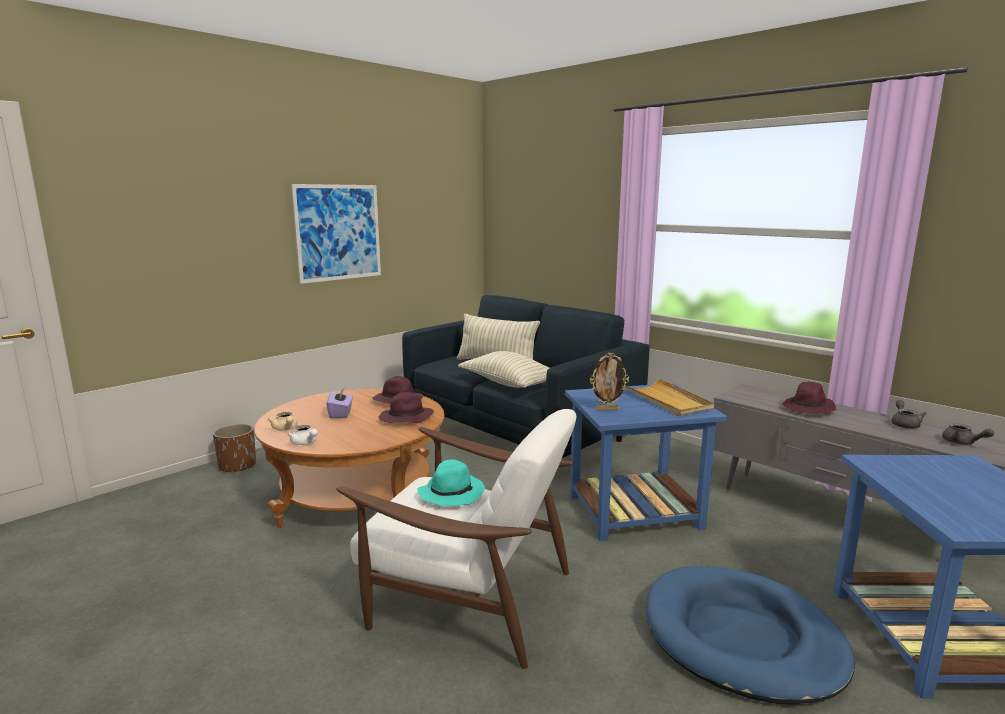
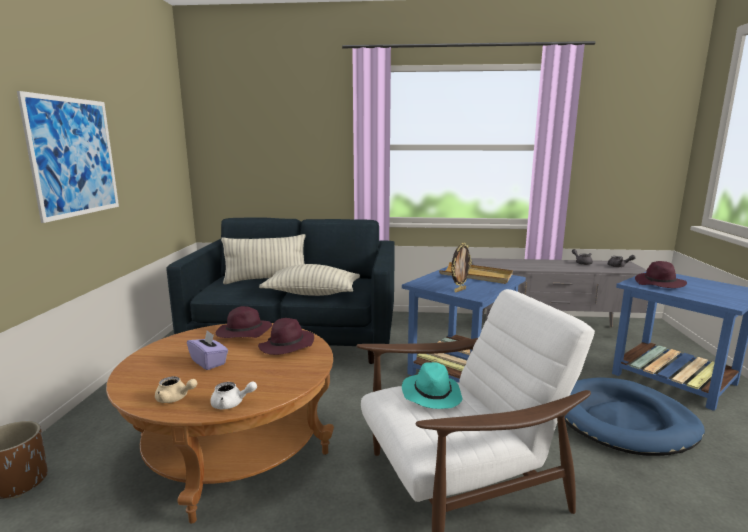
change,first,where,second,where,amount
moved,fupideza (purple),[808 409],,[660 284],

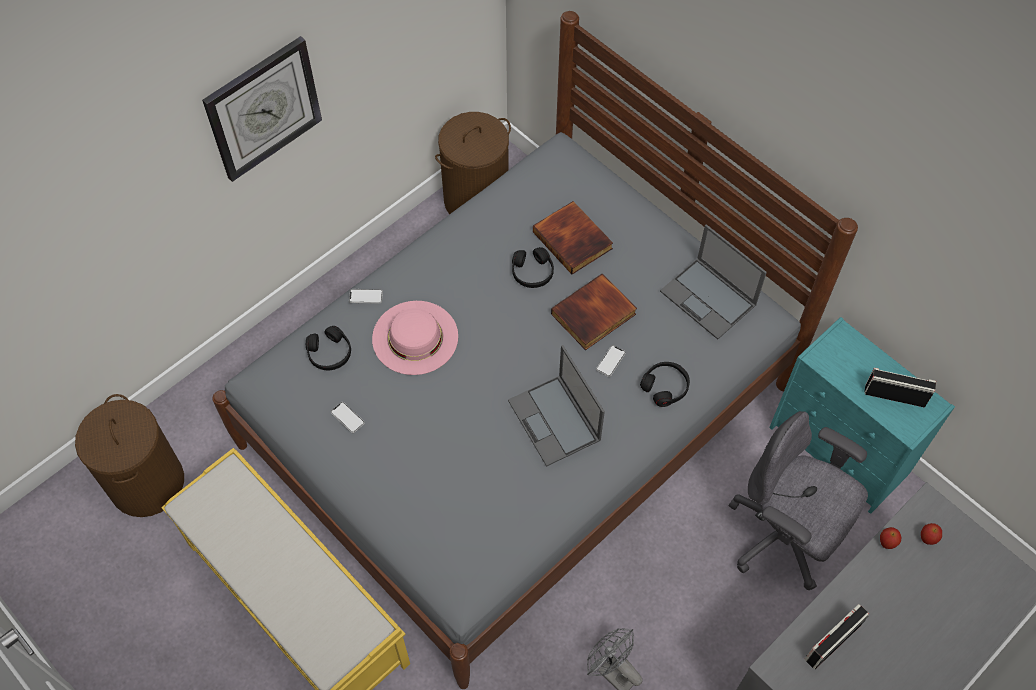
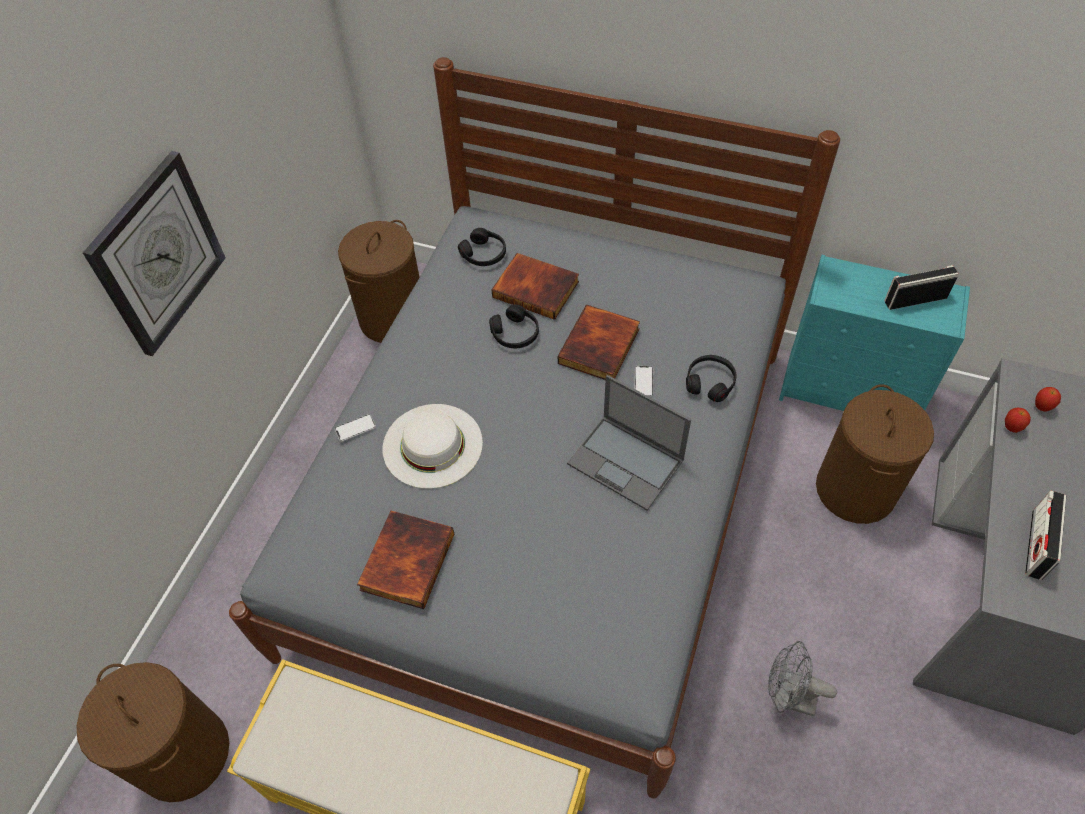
change,first,where,second,where,amount
replaced,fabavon,[347 417],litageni,[406 560],
recoloured,fupideza (pink),[415 337],fupideza (white),[432 445],
moved,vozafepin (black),[329 353],,[484 254],
replaced,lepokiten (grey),[784 536],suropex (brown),[855 489],
removed,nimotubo,[709 299],,,

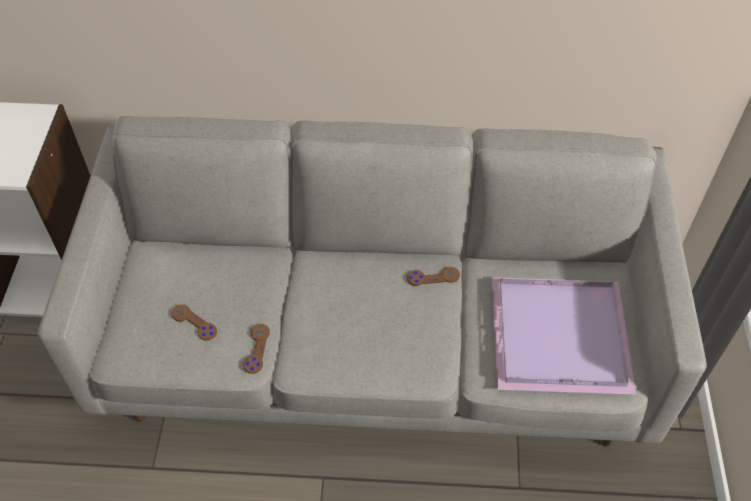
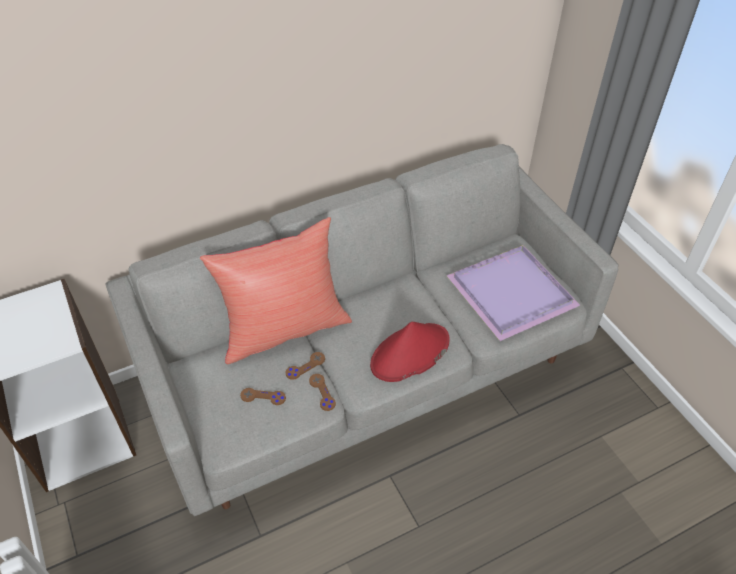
change,first,where,second,where,amount
added,,,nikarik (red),[284 329],
moved,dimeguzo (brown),[433 277],,[305 366],
added,,,fupideza (red),[410 353],

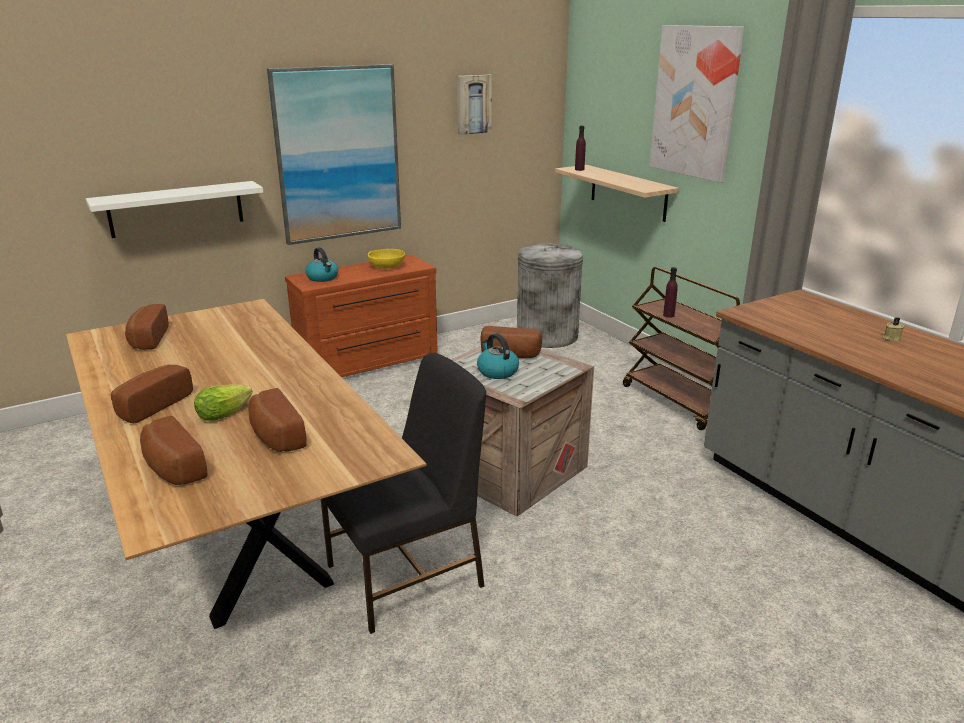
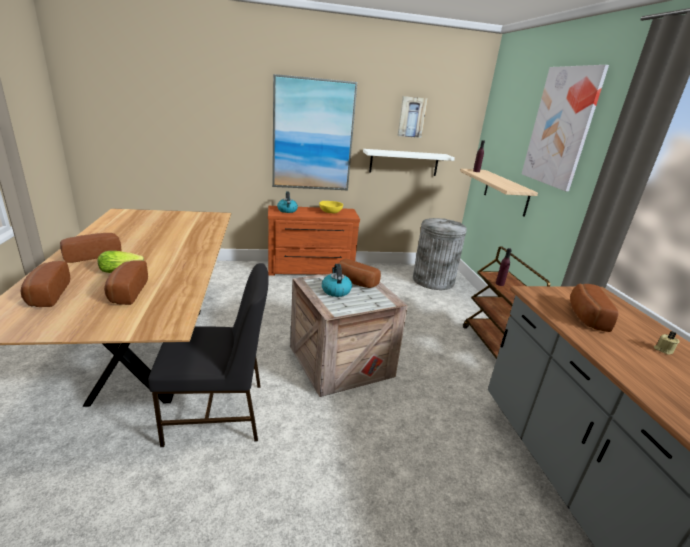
change,first,where,second,where,amount
moved,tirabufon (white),[176 209],,[404 162],
moved,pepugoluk,[147 339],,[584 316],

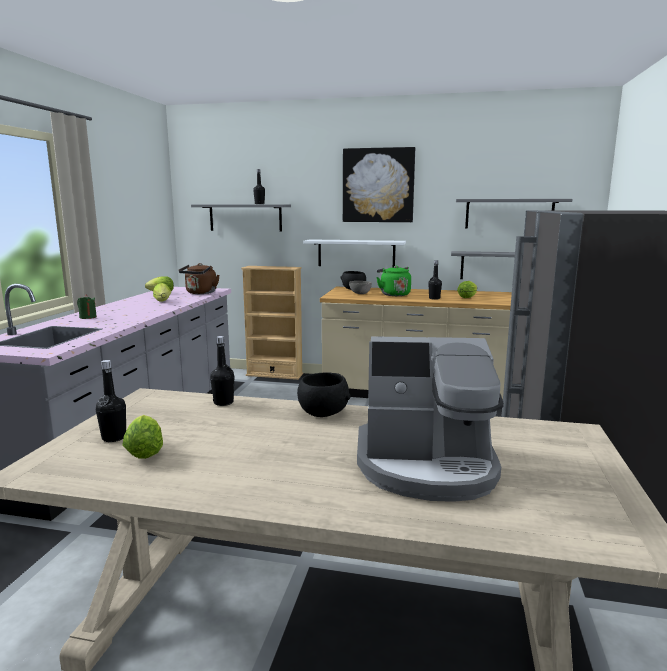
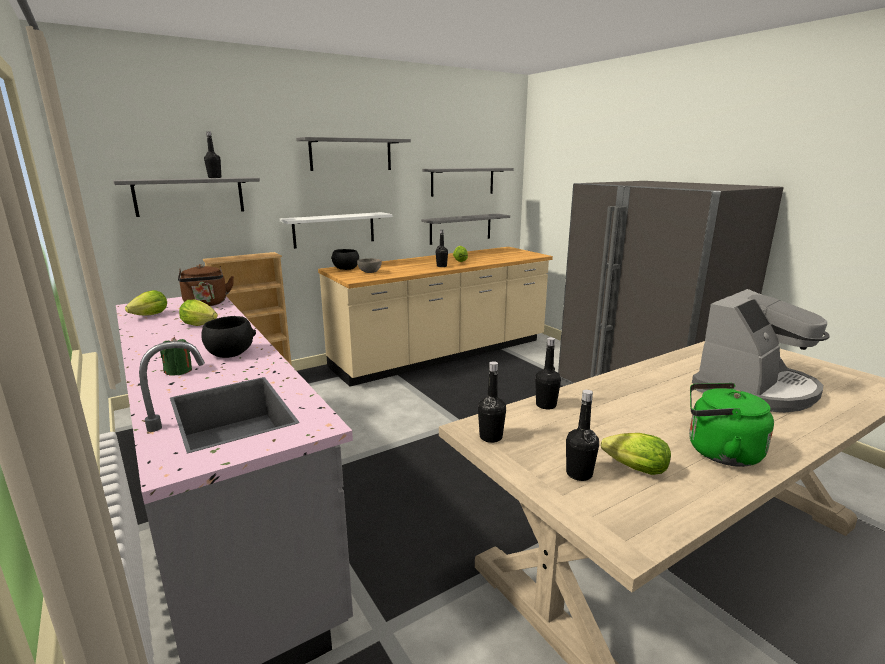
change,first,where,second,where,amount
moved,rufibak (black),[323 412],,[230 353],
replaced,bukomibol,[378 185],tirabufon (grey),[351 154],
added,,,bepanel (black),[491 437],
moved,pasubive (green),[394 294],,[718 452],

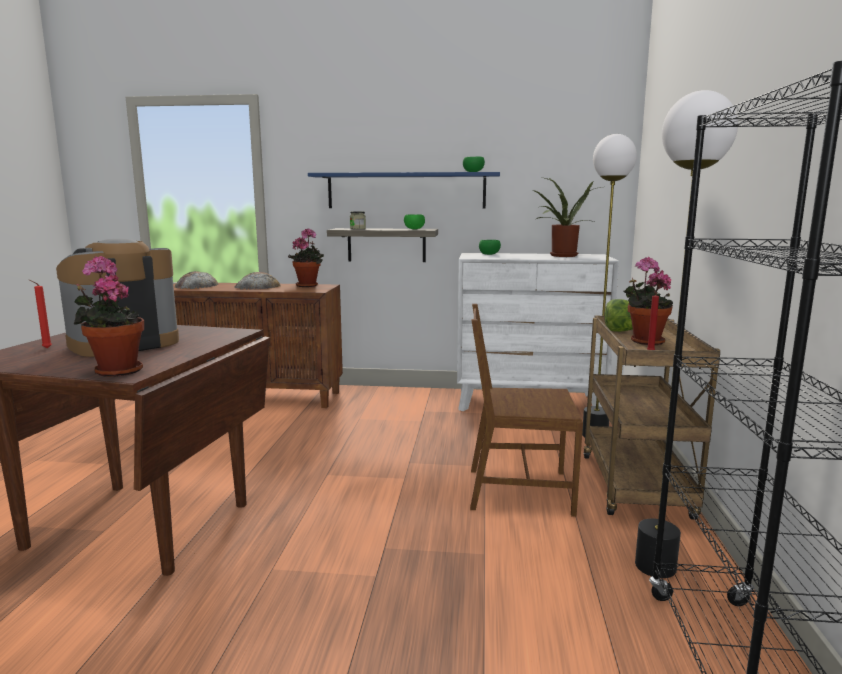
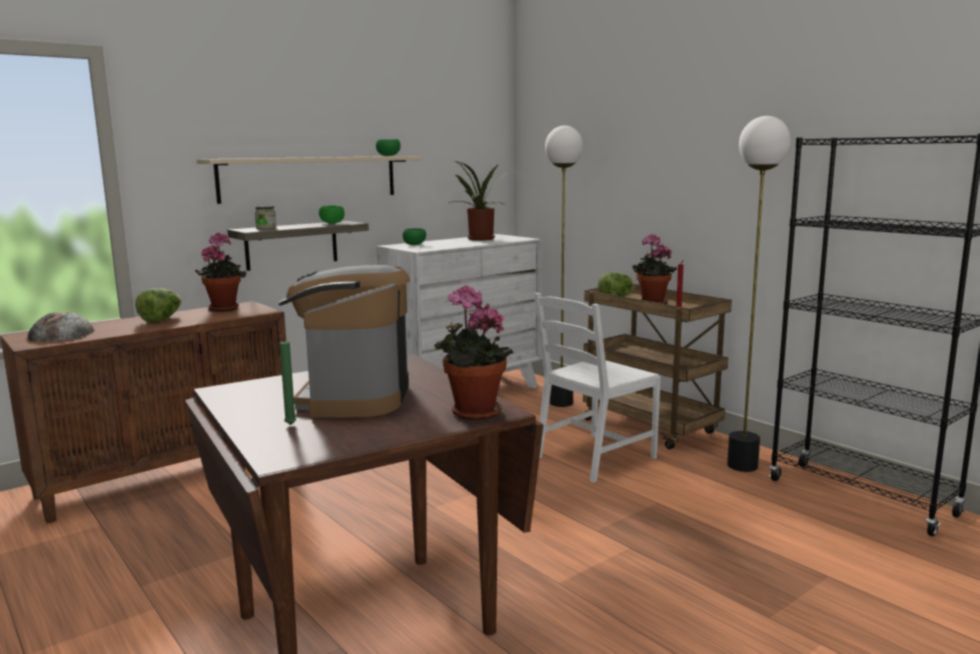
change,first,where,second,where,amount
replaced,pepugoluk,[258 286],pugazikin,[161 319],
recoloured,tirabufon (blue),[406 191],tirabufon (beige),[310 178],
recoloured,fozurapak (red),[45 348],fozurapak (green),[289 425],
recoloured,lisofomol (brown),[518 491],lisofomol (white),[594 457],

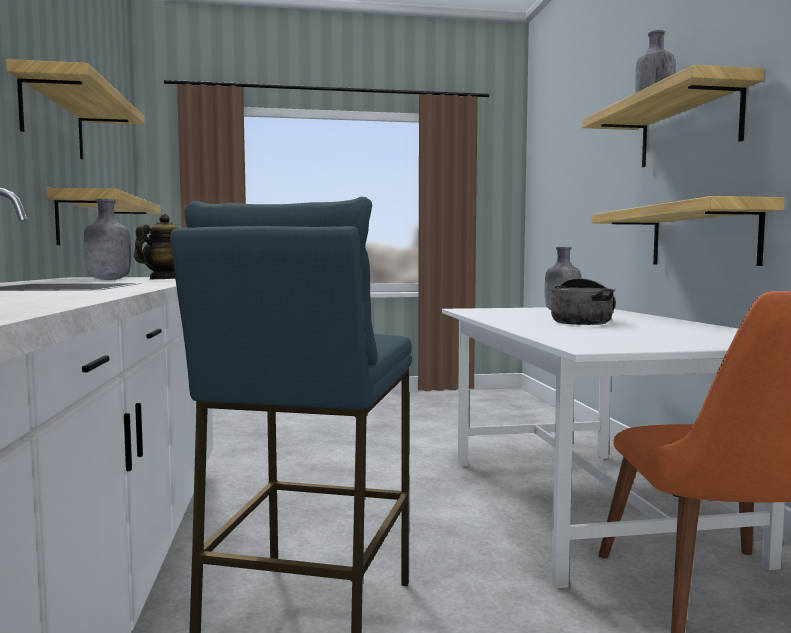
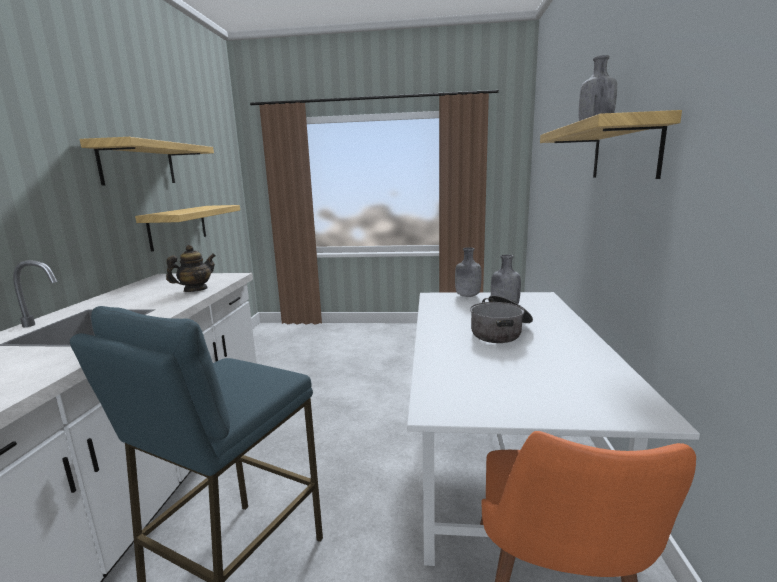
change,first,where,second,where,amount
moved,bepanel (grey),[108 280],,[467 296],
removed,tirabufon,[702 236],,,

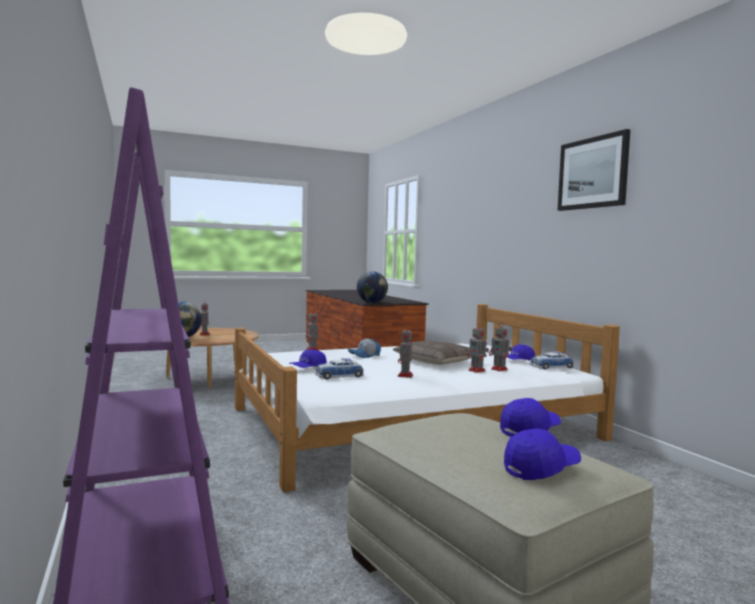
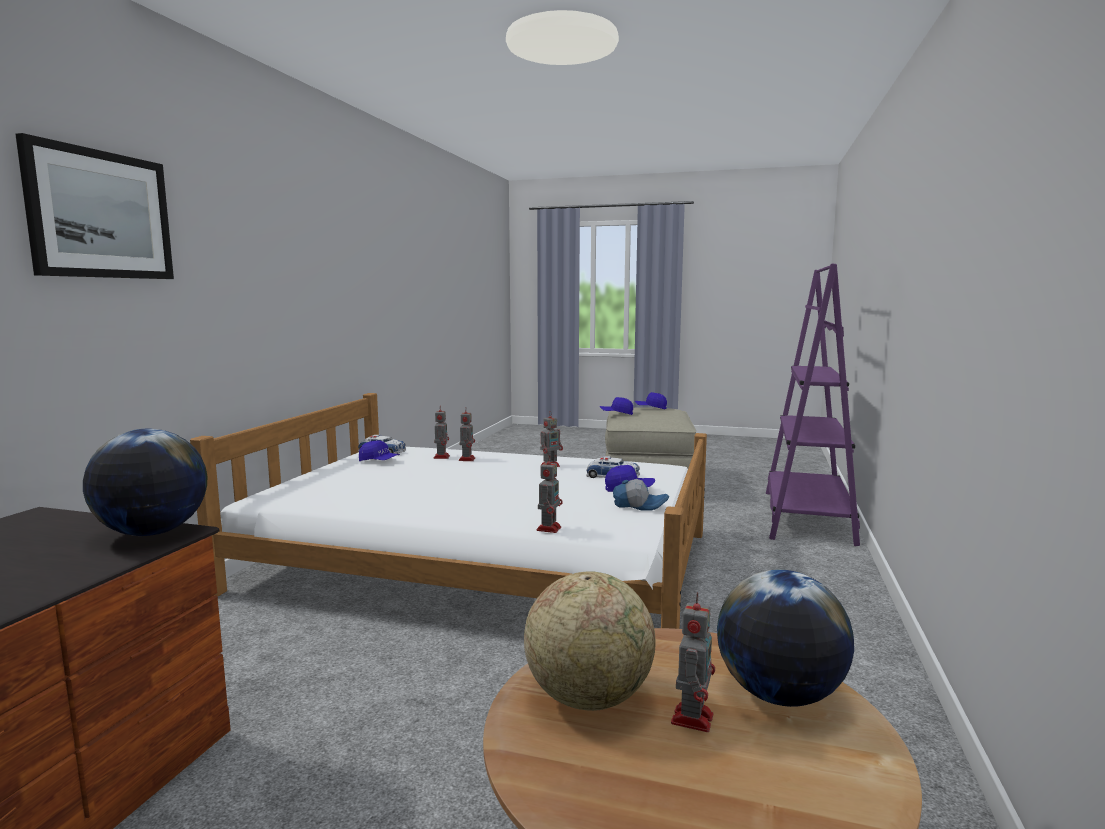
change,first,where,second,where,amount
moved,bukomibol,[592 173],,[100 215],
added,,,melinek,[589 697],
moved,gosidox,[365 356],,[640 505],
removed,nikarik,[438 361],,,

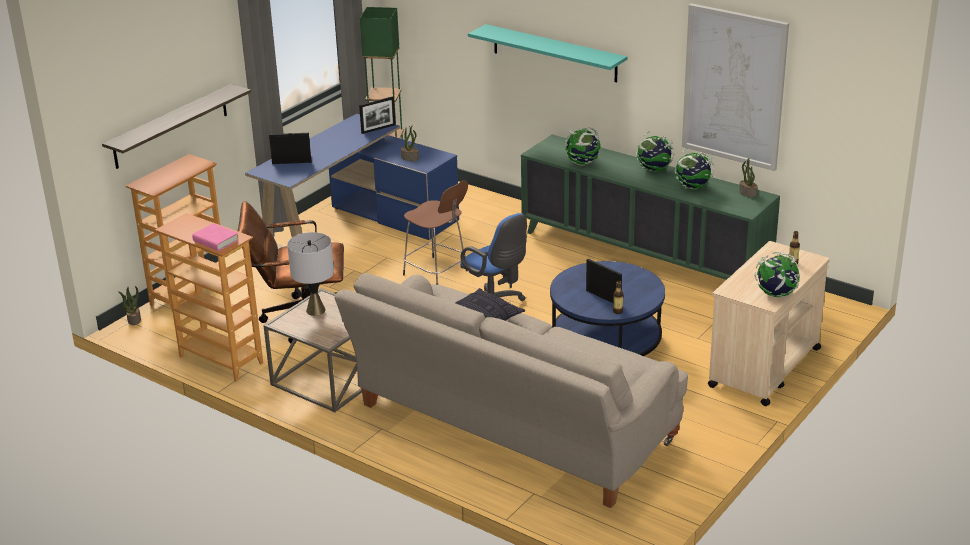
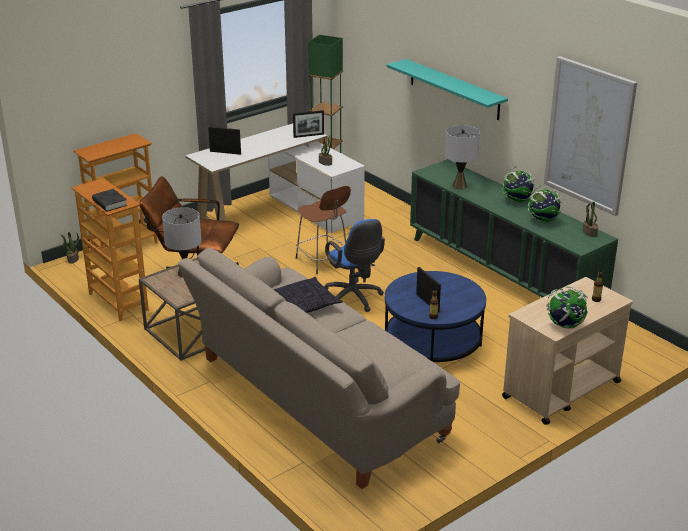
change,first,where,second,where,amount
recoloured,litageni (pink),[216 241],litageni (black),[110 203],
recoloured,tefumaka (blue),[356 226],tefumaka (white),[280 213],
replaced,melinek,[582 163],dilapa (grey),[459 186],
removed,tirabufon,[171 126],,,

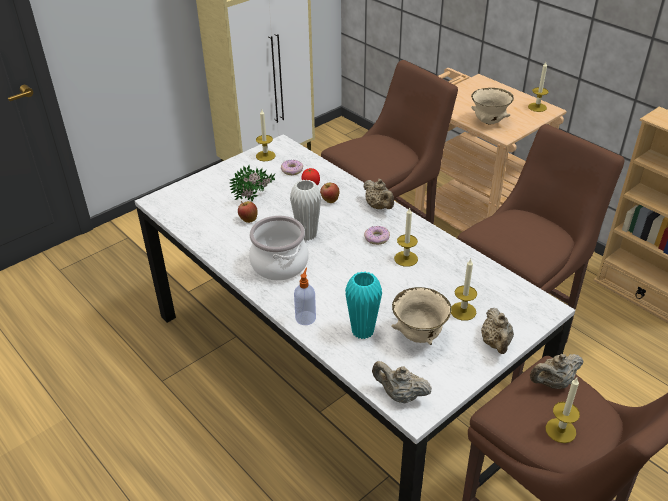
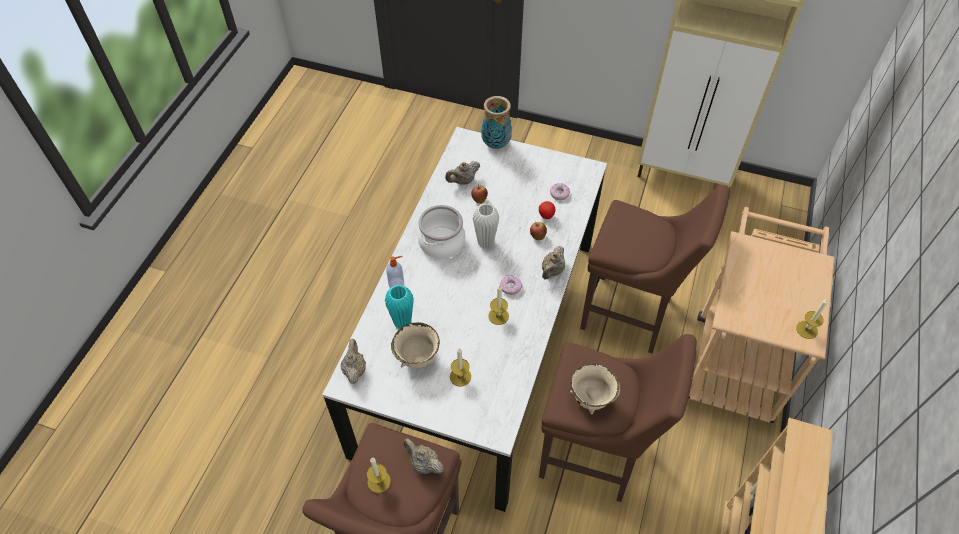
change,first,where,second,where,amount
moved,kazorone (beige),[496 344],,[463 181],
added,,,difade,[496 144],
moved,rufibak (beige),[489 122],,[591 399],
removed,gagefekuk,[255 198],,,
removed,fozurapak,[265 156],,,

